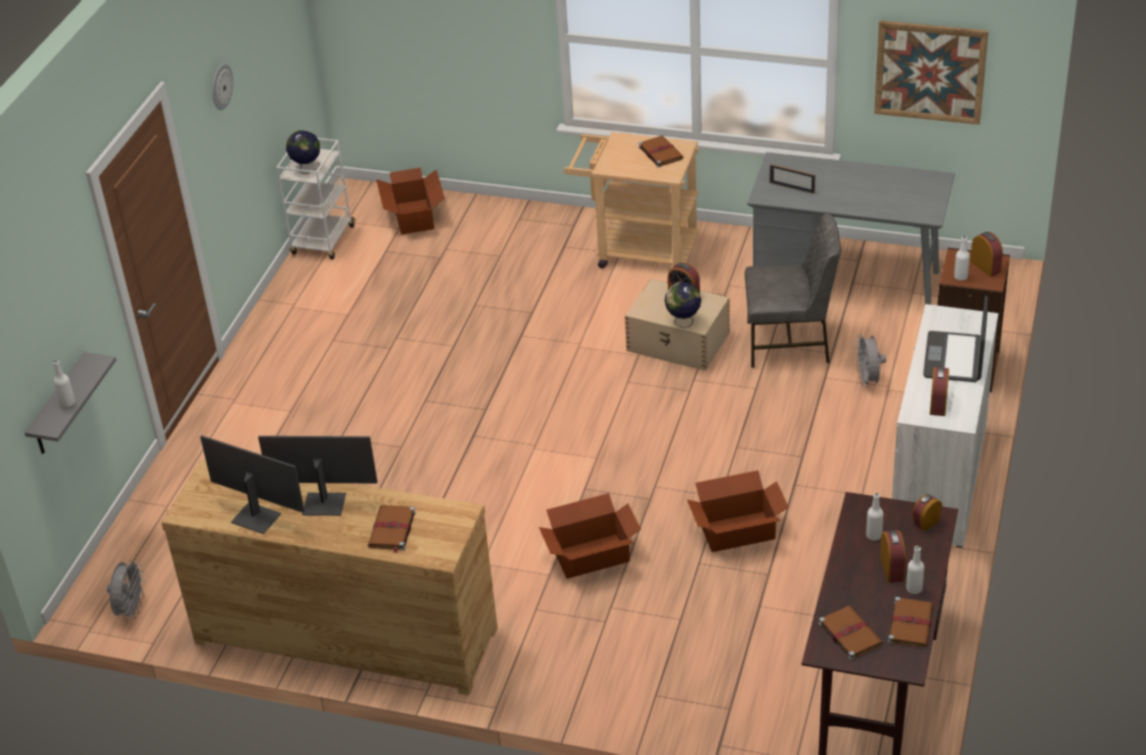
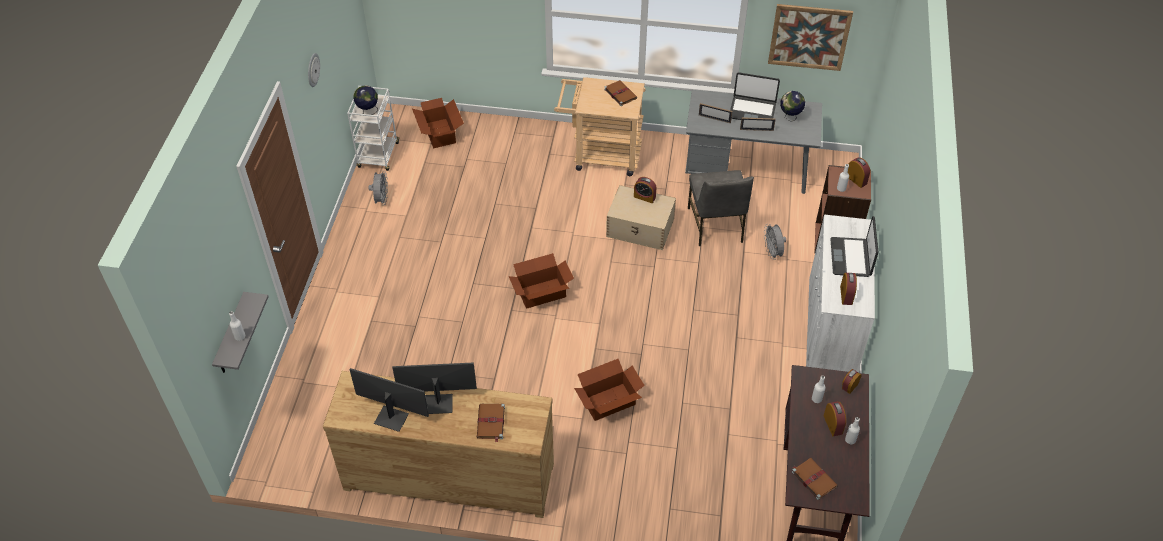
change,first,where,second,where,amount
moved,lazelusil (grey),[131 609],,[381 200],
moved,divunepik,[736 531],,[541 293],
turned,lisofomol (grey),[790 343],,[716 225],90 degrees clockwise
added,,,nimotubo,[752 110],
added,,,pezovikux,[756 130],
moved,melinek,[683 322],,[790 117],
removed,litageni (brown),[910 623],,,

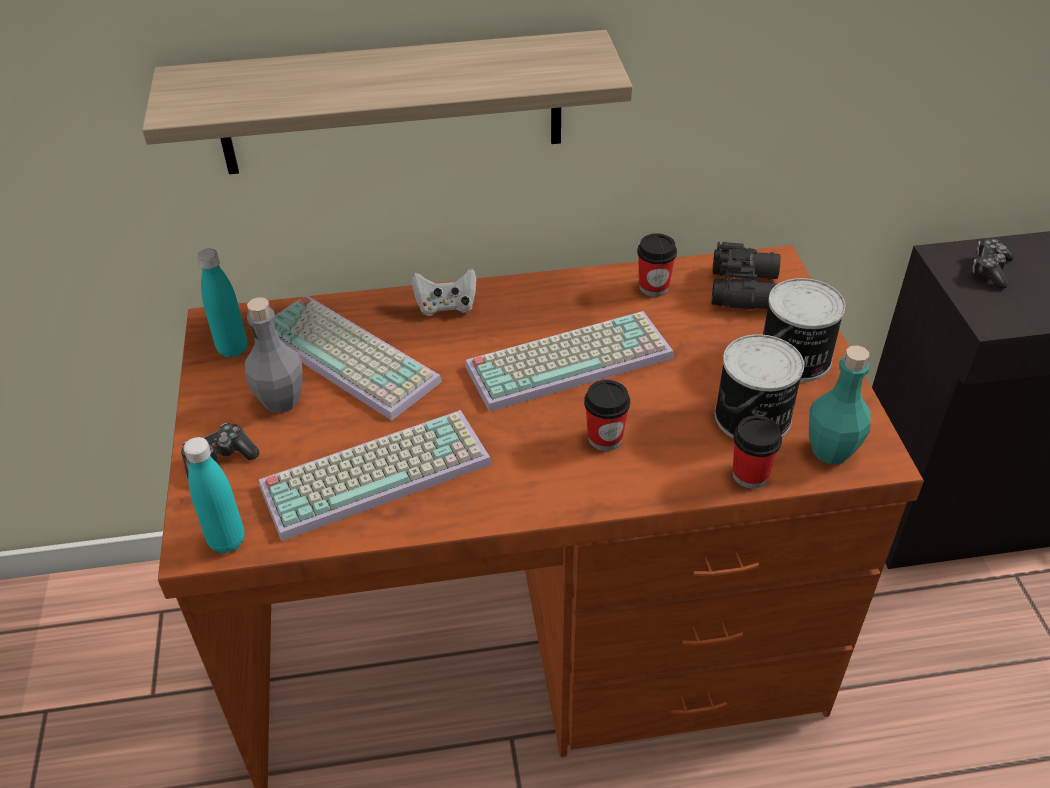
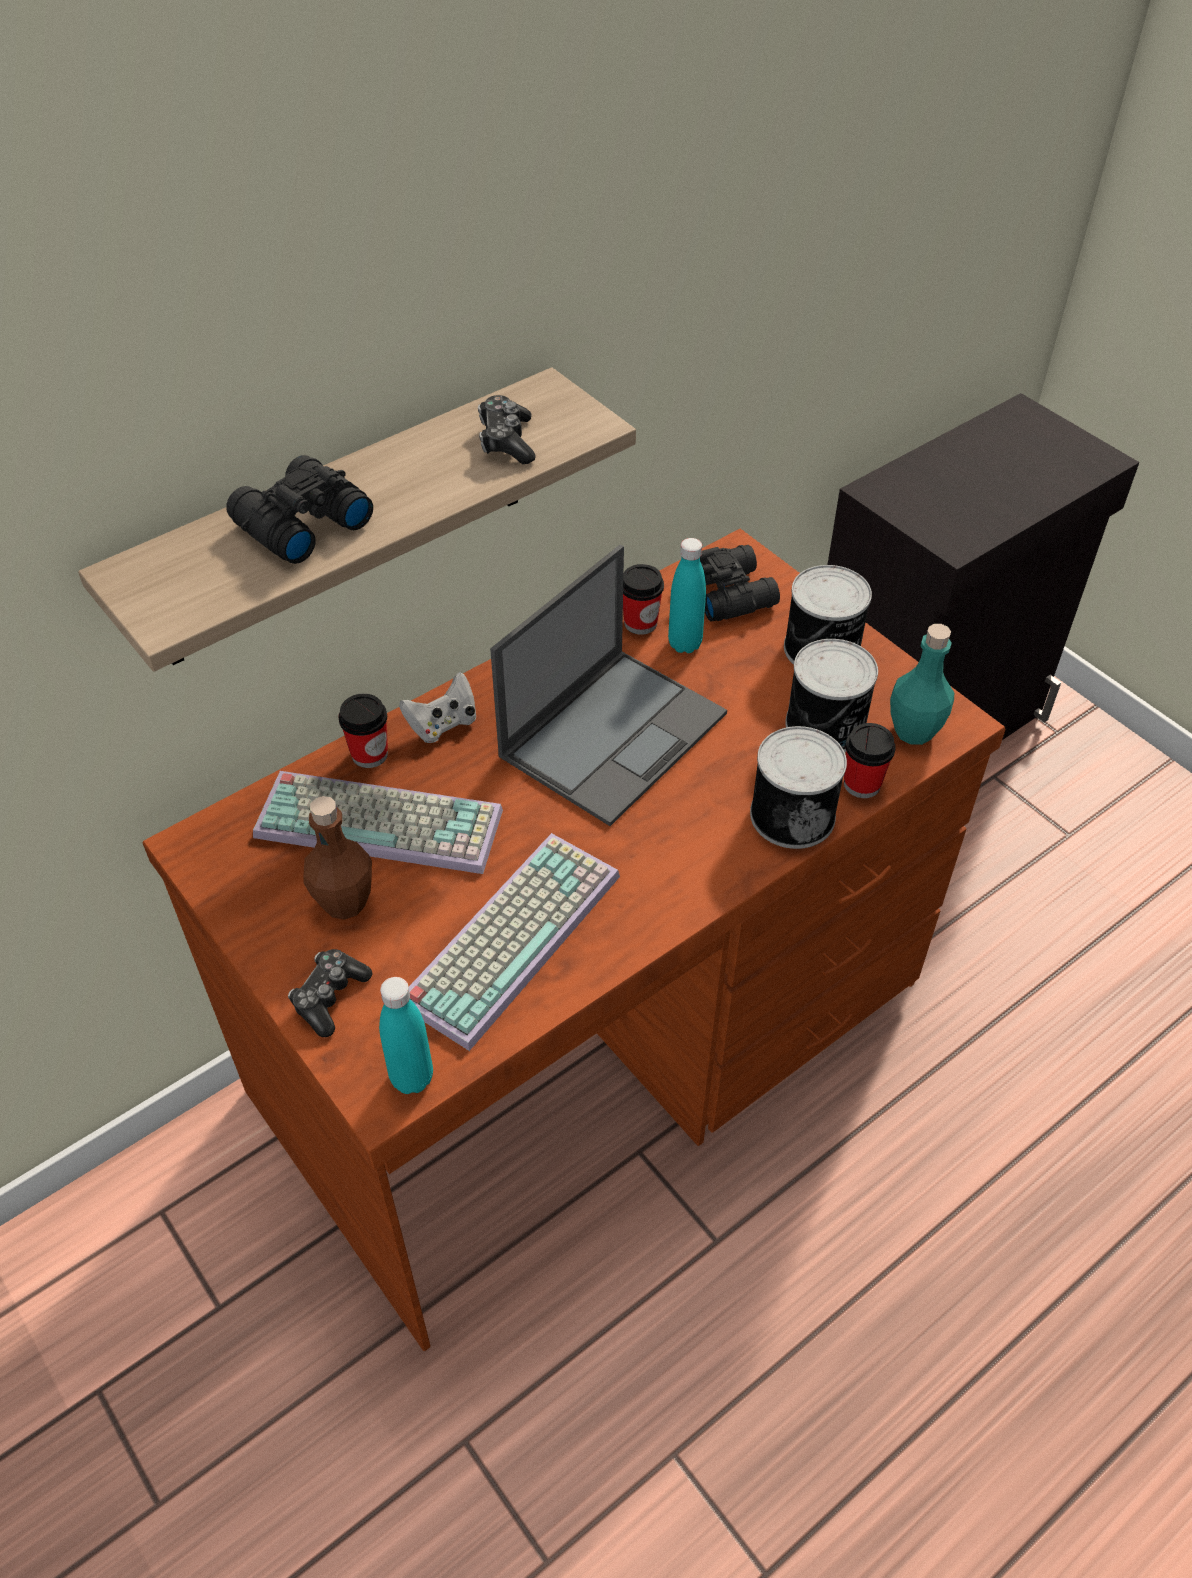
change,first,where,second,where,amount
added,,,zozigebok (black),[299 524],
recoloured,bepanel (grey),[281 400],bepanel (brown),[345 902],
moved,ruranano,[605 438],,[369 754],
moved,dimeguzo,[990 270],,[506 441],
replaced,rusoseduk,[570 359],nimotubo,[614 733],
moved,bepanel (turquoise),[233 349],,[685 644],
added,,,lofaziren,[792 813],

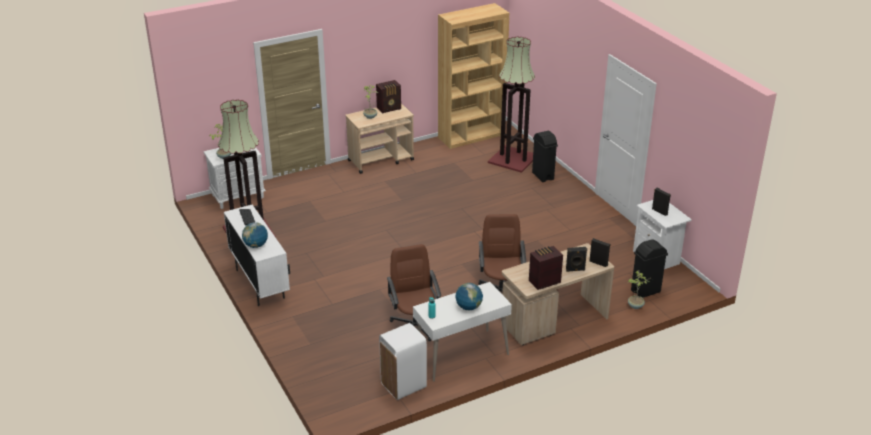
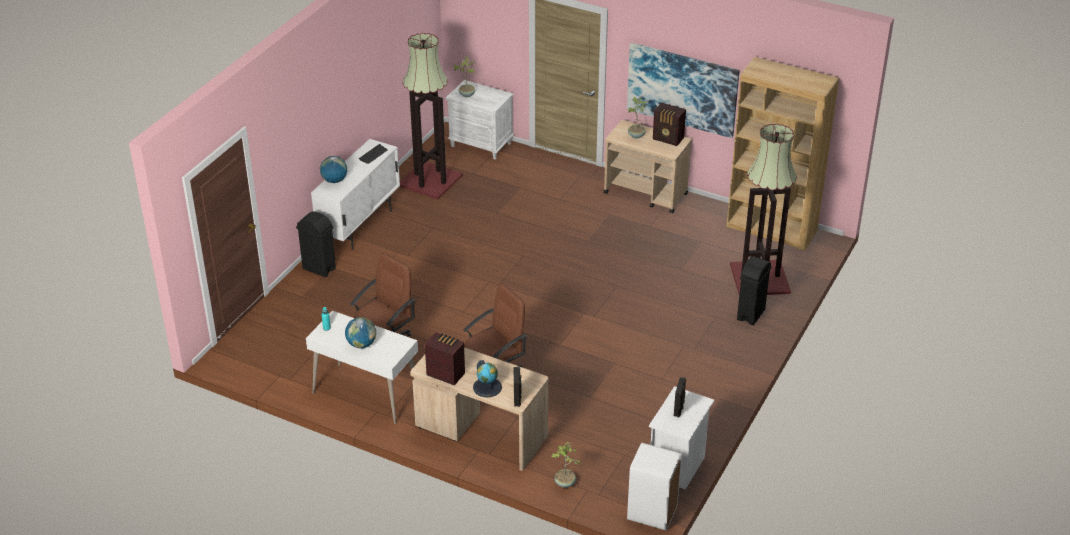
change,first,where,second,where,amount
moved,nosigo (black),[645 291],,[319 268],
replaced,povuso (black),[575 270],melinek,[487 387],
added,,,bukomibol,[682 89],
moved,nosigo (white),[404 385],,[652 513],

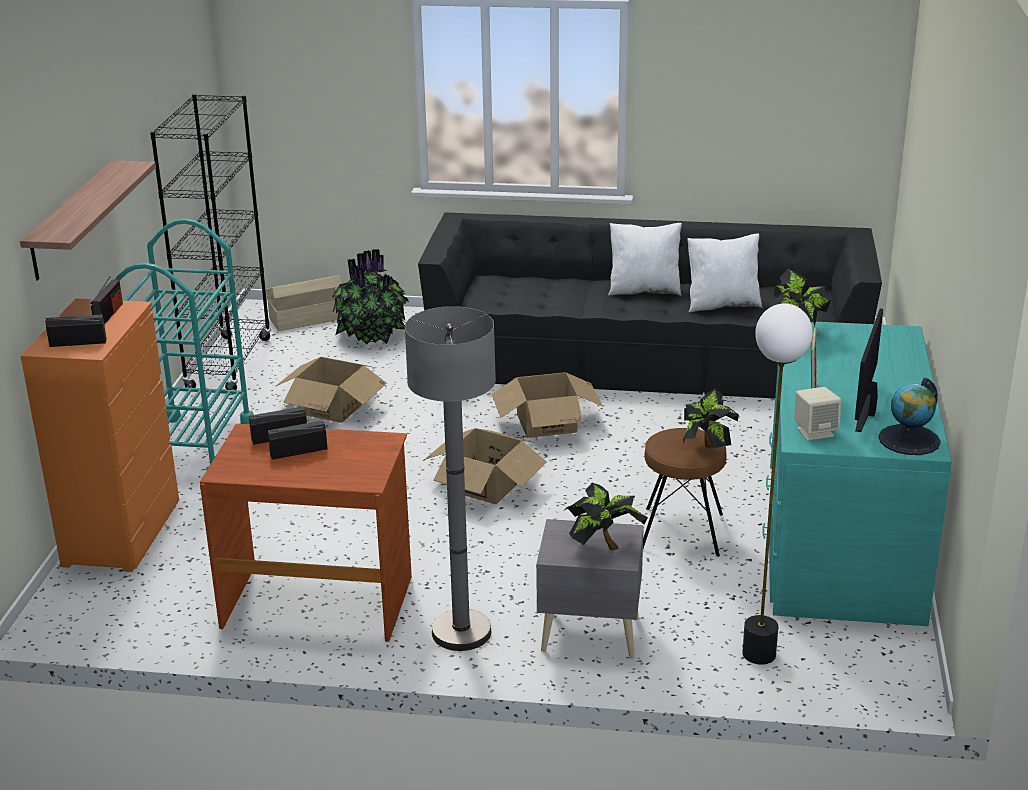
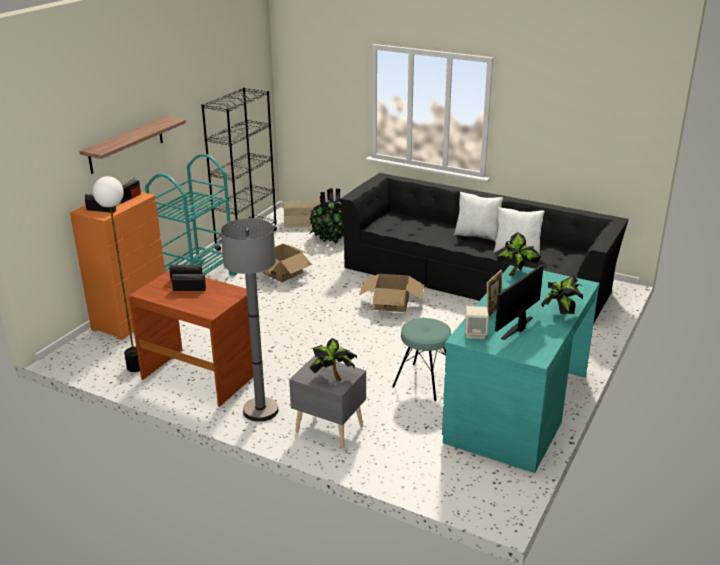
change,first,where,second,where,amount
moved,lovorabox,[758 654],,[135 367],
recoloured,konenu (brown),[682 531],konenu (turquoise),[424 382],
moved,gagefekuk,[706 450],,[561 315],
removed,divunepik,[485 484],,,
removed,melinek,[909 440],,,

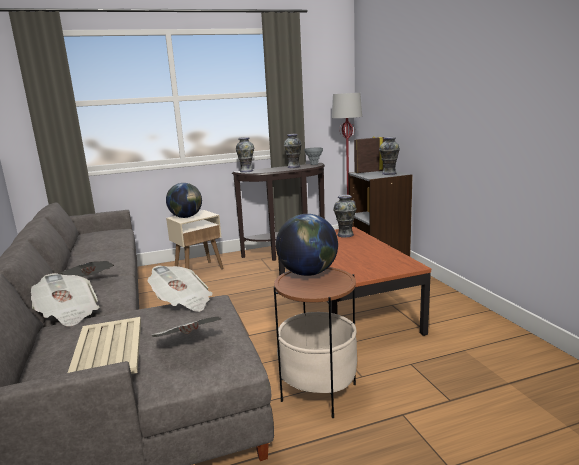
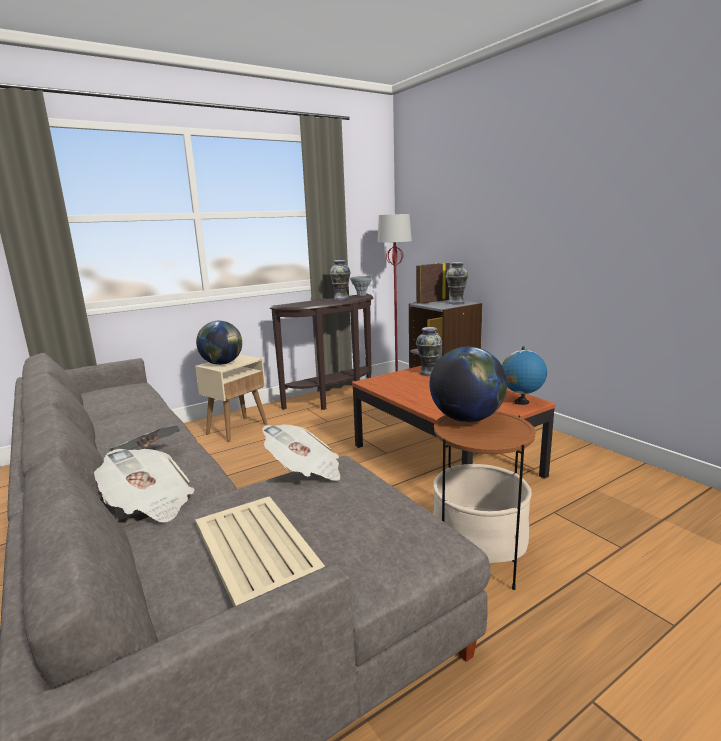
change,first,where,second,where,amount
added,,,melinek,[521 402],
removed,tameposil,[188 344],,,
removed,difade,[246 171],,,

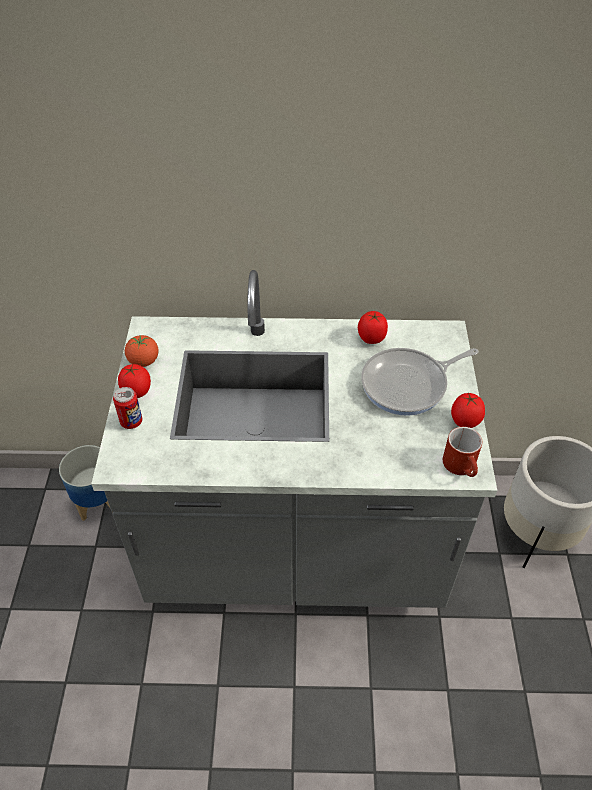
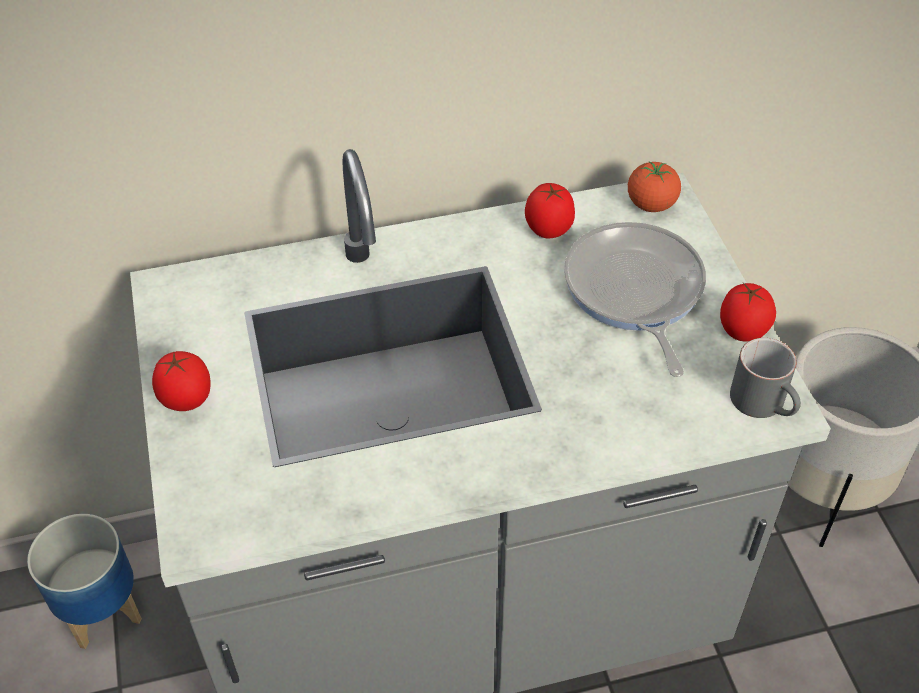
change,first,where,second,where,amount
turned,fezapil,[408 385],,[634 292],120 degrees clockwise
moved,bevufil,[144 361],,[651 205],
recoloured,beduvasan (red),[462 467],beduvasan (grey),[765 404],
removed,lofaziren,[131 422],,,

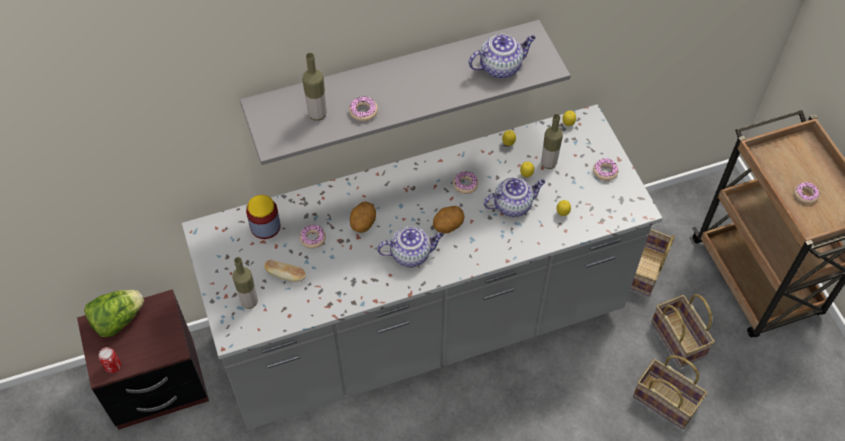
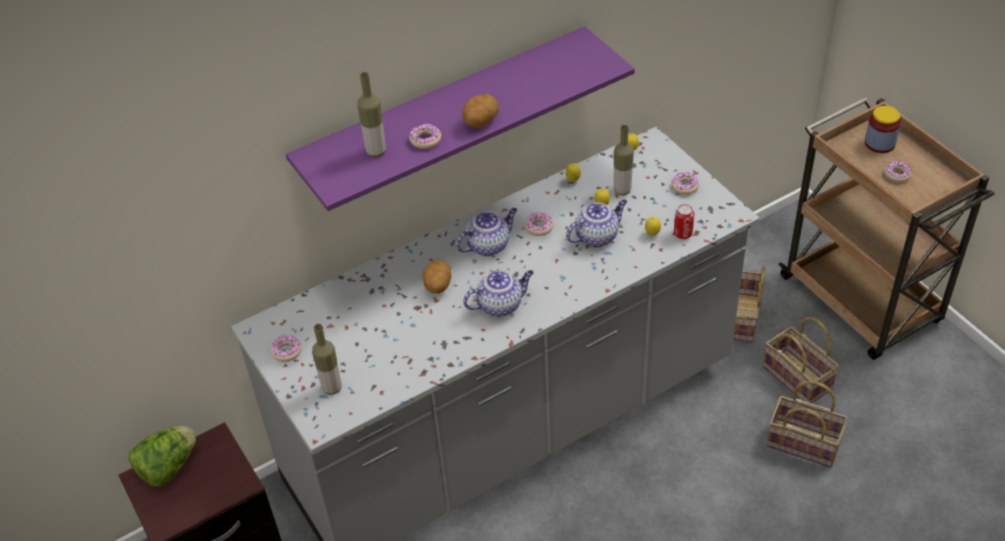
change,first,where,second,where,amount
moved,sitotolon,[312 238],,[286 351],
recoloured,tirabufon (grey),[394 80],tirabufon (purple),[444 115],
moved,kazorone,[501 66],,[488 245],
moved,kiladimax,[448 226],,[480 122],
moved,lofaziren,[113 366],,[683 233],
moved,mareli,[265 226],,[879 143],
removed,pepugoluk,[285 275],,,

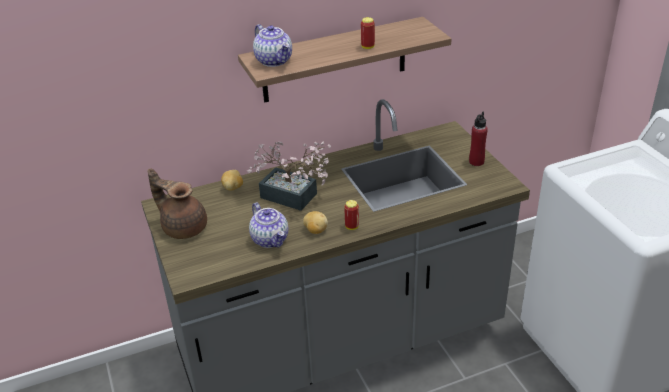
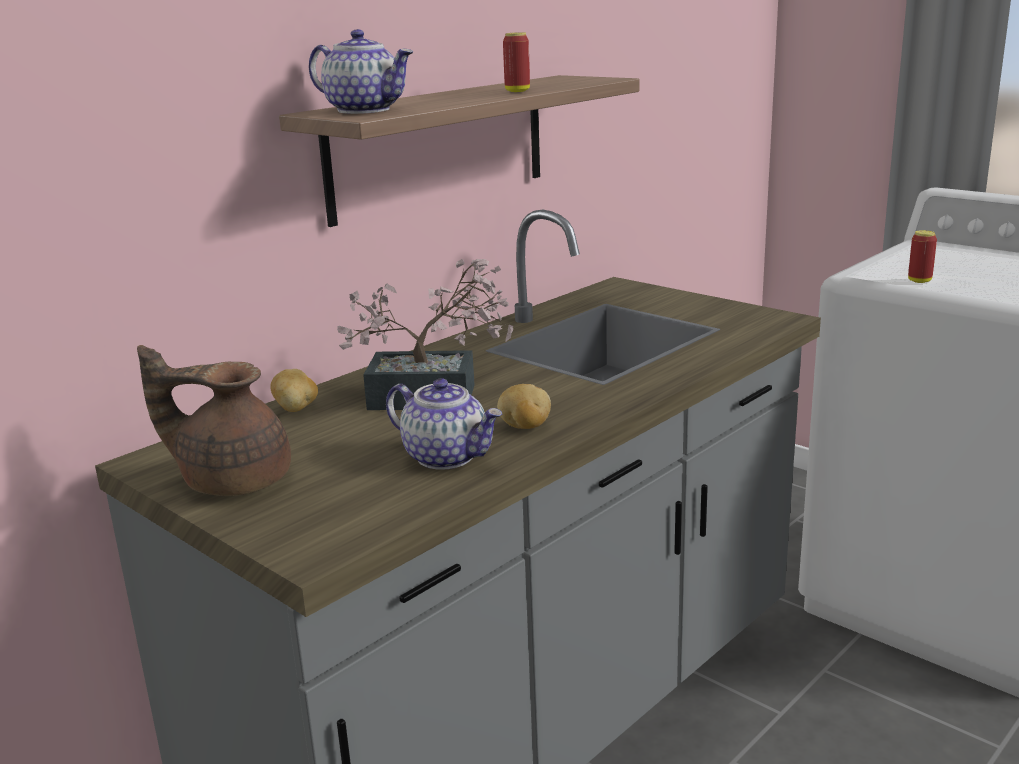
change,first,where,second,where,amount
moved,lofaziren,[352 227],,[919 281],
removed,bepanel (red),[476 162],,,

